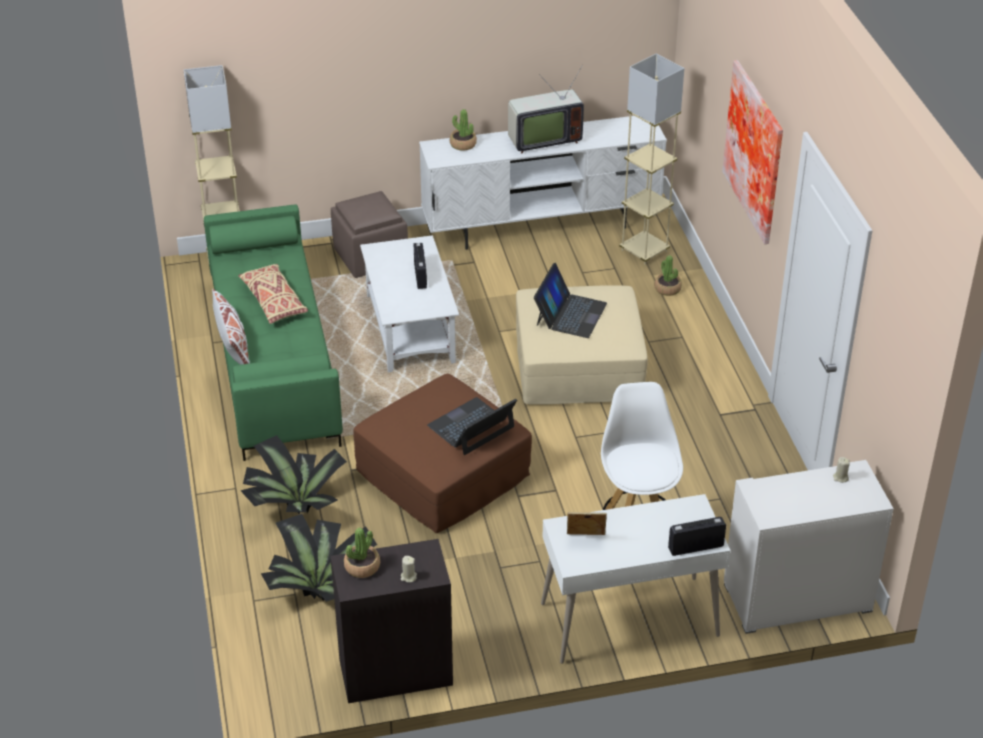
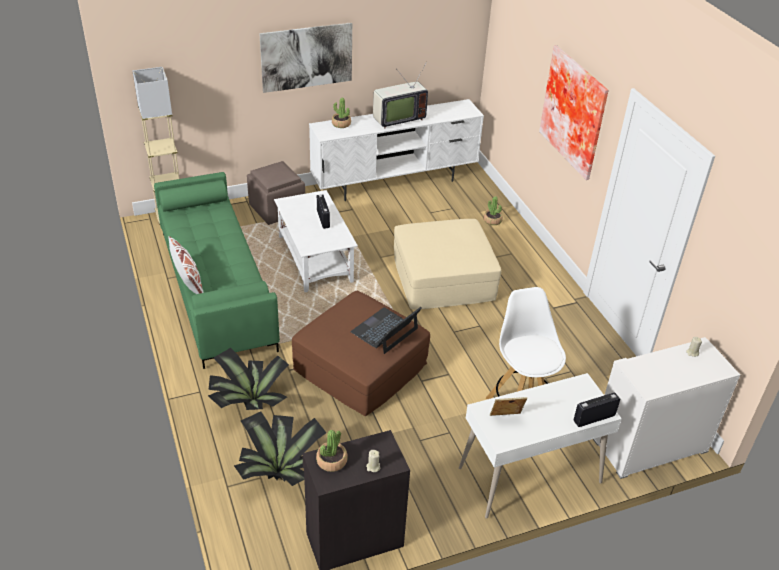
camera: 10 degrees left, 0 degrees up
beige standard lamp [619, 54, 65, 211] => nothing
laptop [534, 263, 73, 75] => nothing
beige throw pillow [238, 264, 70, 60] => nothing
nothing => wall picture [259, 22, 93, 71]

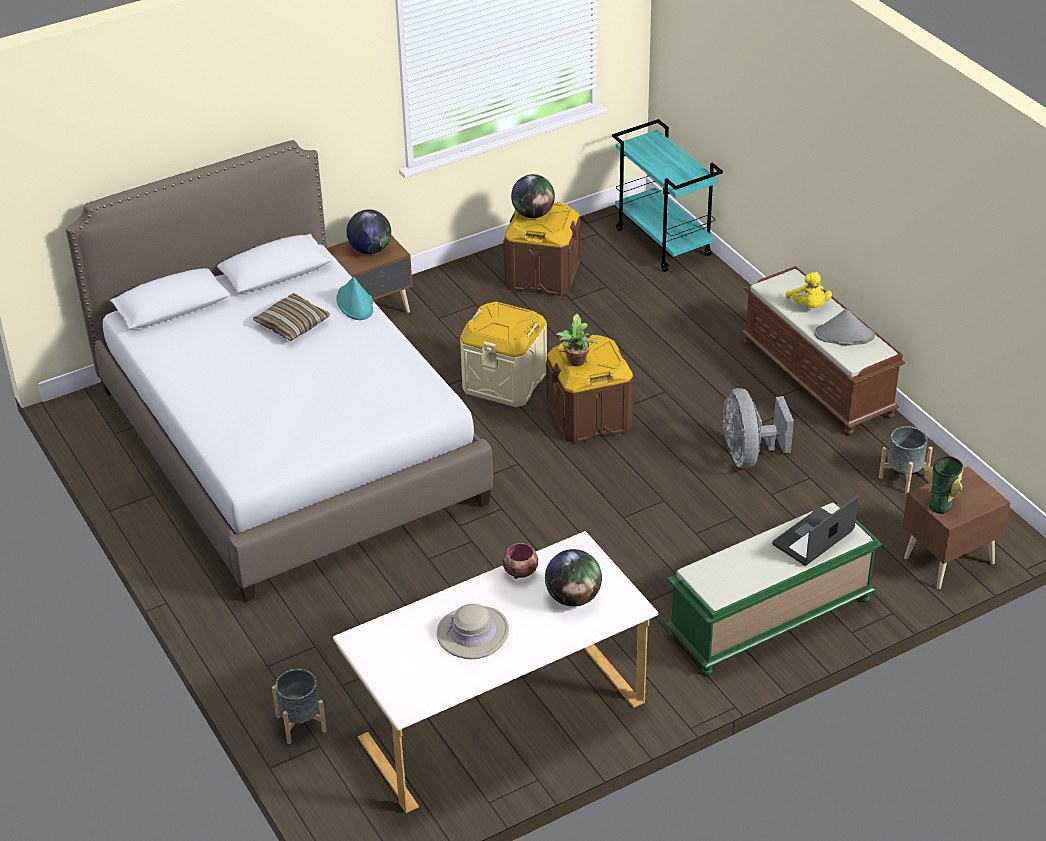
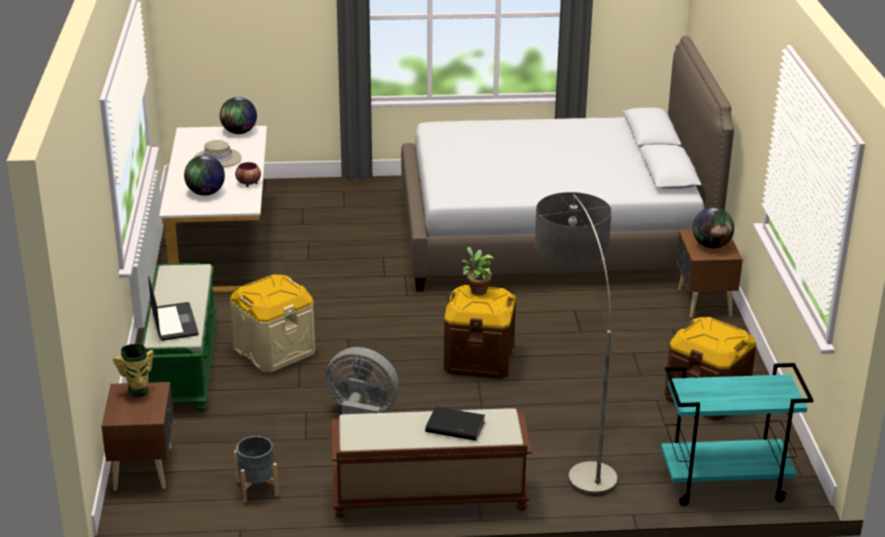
camera: 115 degrees right, 10 degrees down
desk globe [511, 174, 44, 44] => desk globe [220, 97, 37, 37], relocated
yellow-coloured plush toy [786, 272, 46, 36] => black-coloured bound book [425, 406, 60, 35]
blue-green hat [336, 277, 38, 43] => nothing
throw pillow [253, 293, 77, 48] => nothing
beige storage container [460, 302, 87, 105] => beige storage container [230, 274, 85, 98], relocated
greyish hat [814, 309, 61, 37] => nothing
greyish plant pot [272, 669, 55, 75] => nothing
nothing => standard lamp [535, 192, 83, 304]

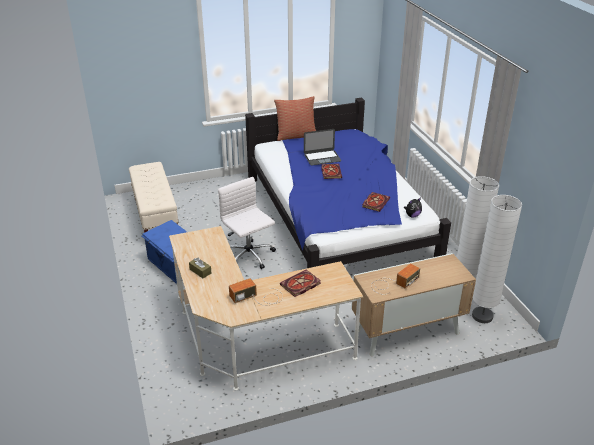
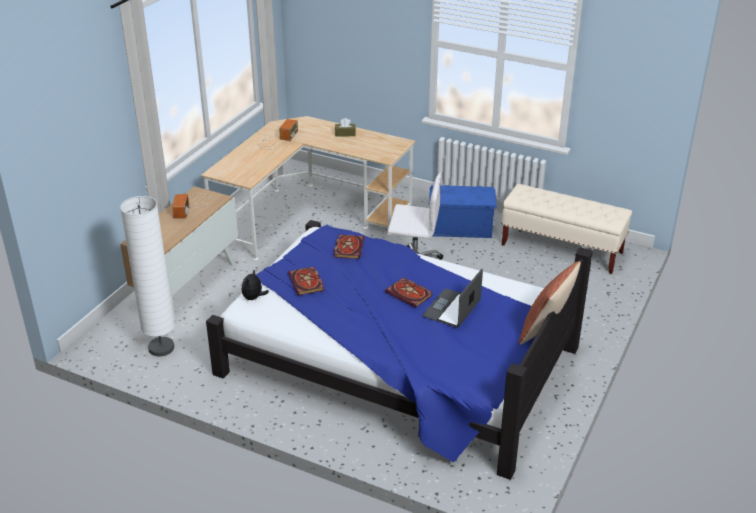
camera: 135 degrees right, 0 degrees up
white standard lamp [472, 195, 50, 128] => nothing
bound book [280, 270, 41, 27] => bound book [334, 234, 30, 25], relocated

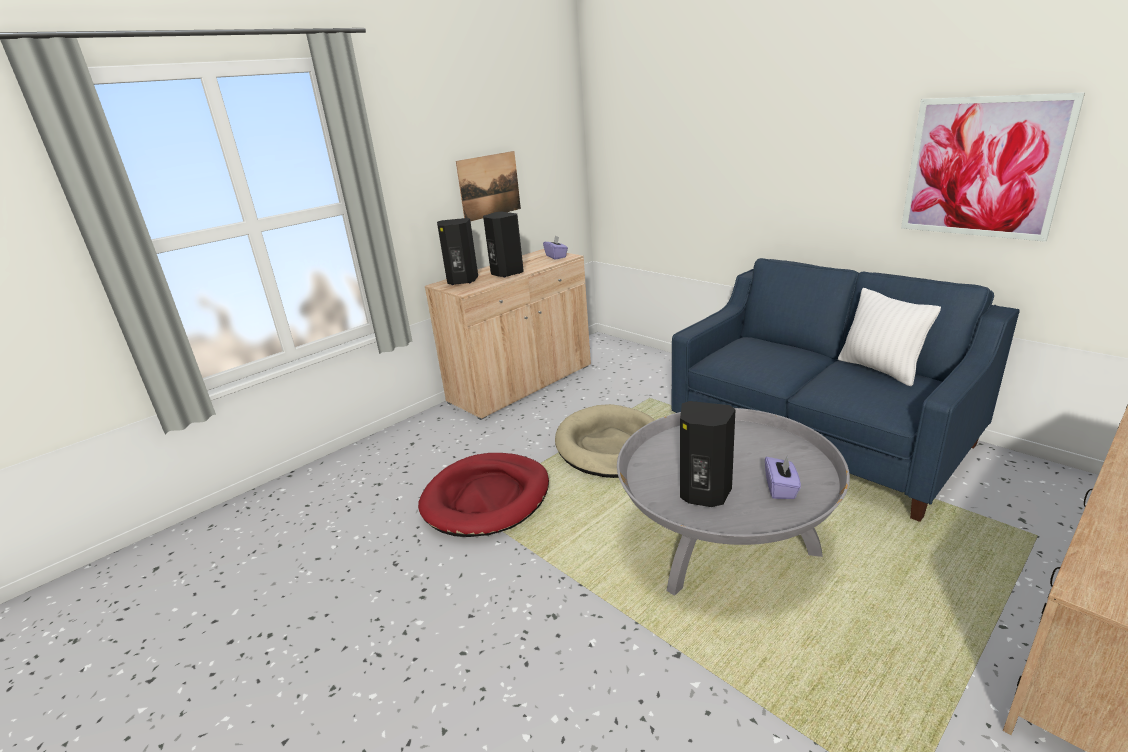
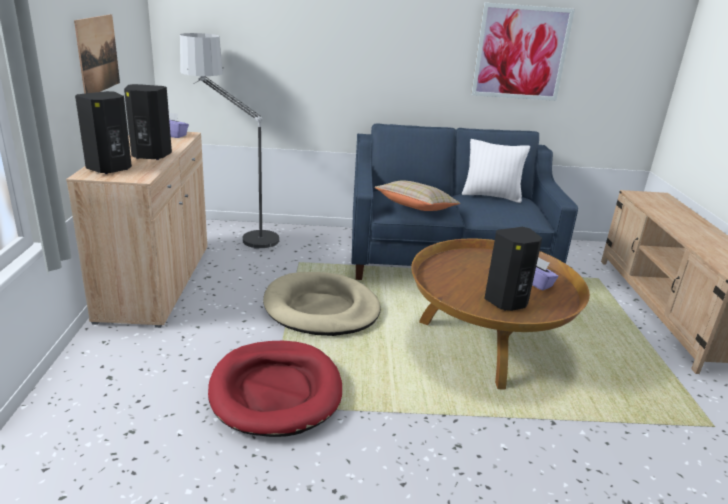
camera: 50 degrees left, 0 degrees up
greyish coffee table [617, 408, 233, 188] => brown-coloured coffee table [411, 239, 179, 151]
nothing => standard lamp [180, 33, 101, 217]
nothing => beige throw pillow [375, 180, 85, 31]

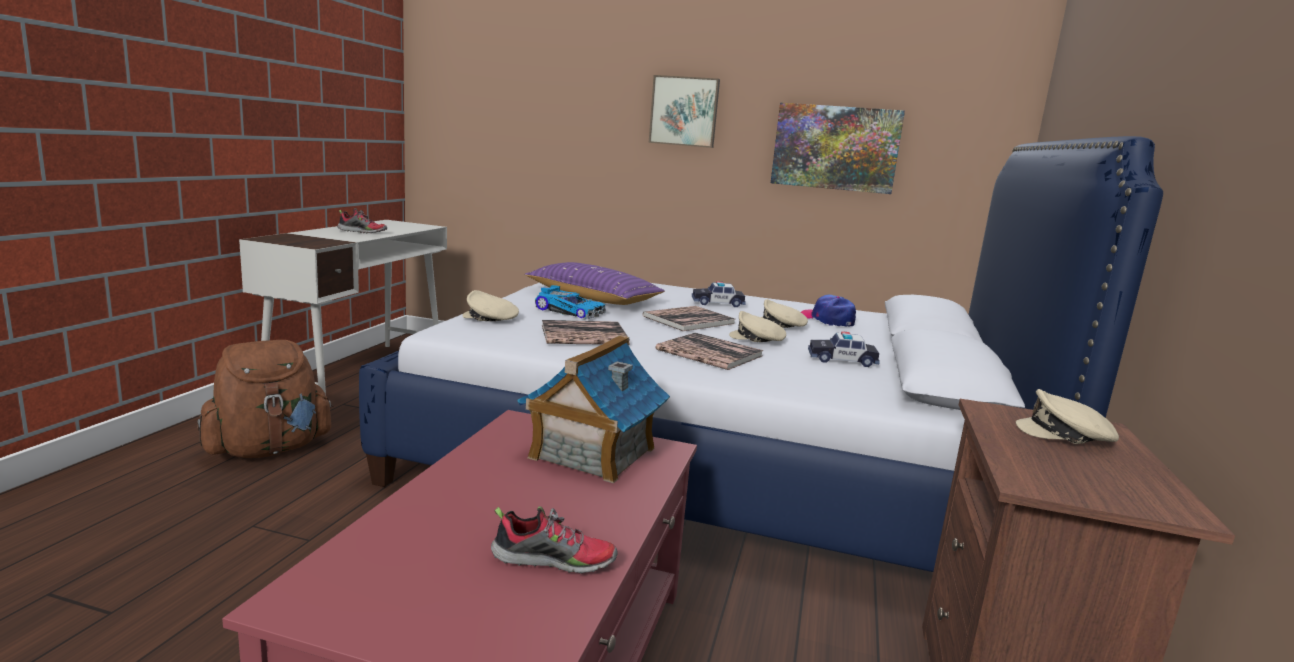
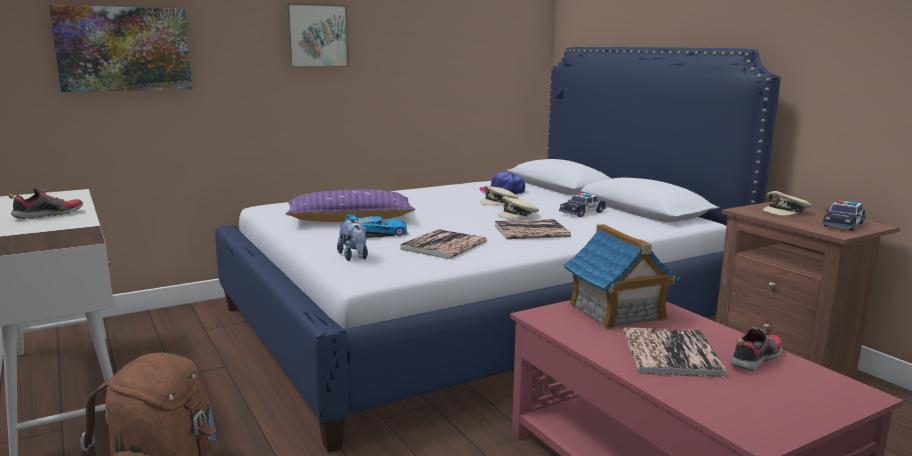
camera: 45 degrees left, 0 degrees up
wall picture [771, 102, 134, 92] => wall picture [49, 5, 143, 87], relocated
model car [692, 281, 54, 26] => model car [822, 200, 44, 31], relocated
beige cap [462, 290, 57, 31] => plush toy [337, 219, 31, 42]
bound book [643, 306, 92, 25] => bound book [623, 327, 104, 50], relocated

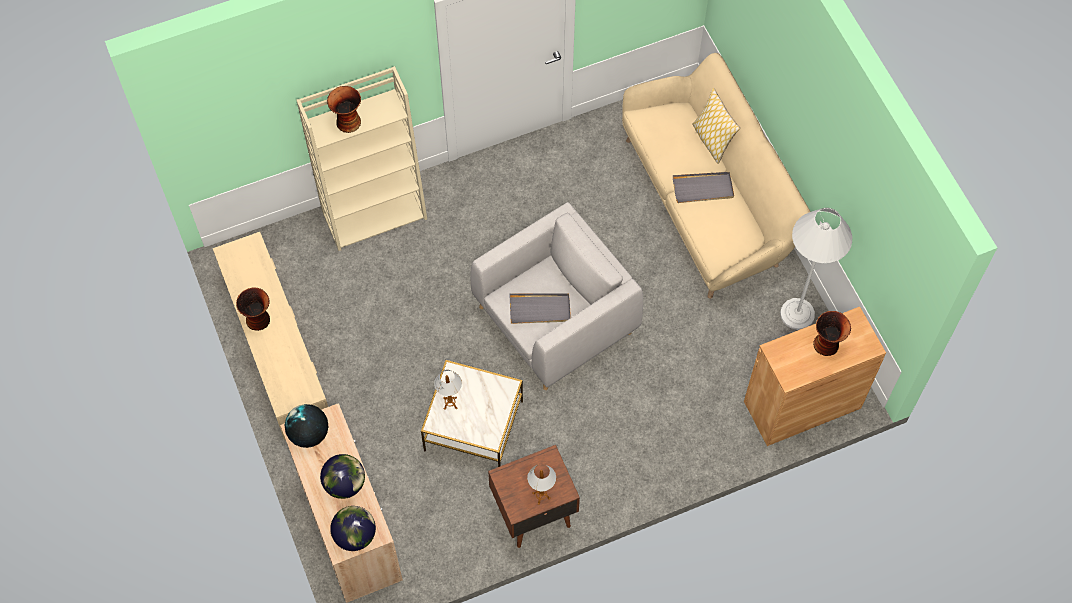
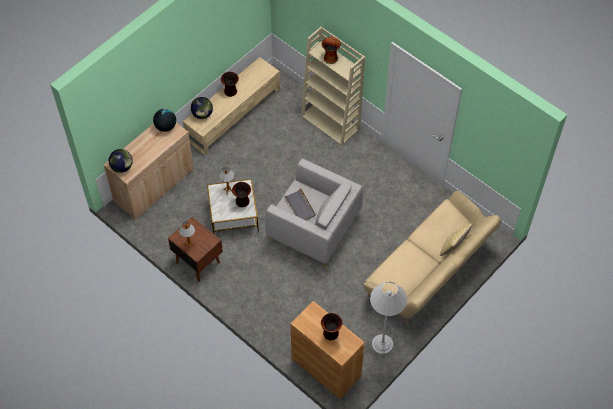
camera: 65 degrees right, 5 degrees down
greyish tray [673, 172, 61, 31] => nothing
desk globe [320, 454, 45, 45] => desk globe [191, 97, 22, 22], relocated
nothing => vase [232, 182, 19, 25]

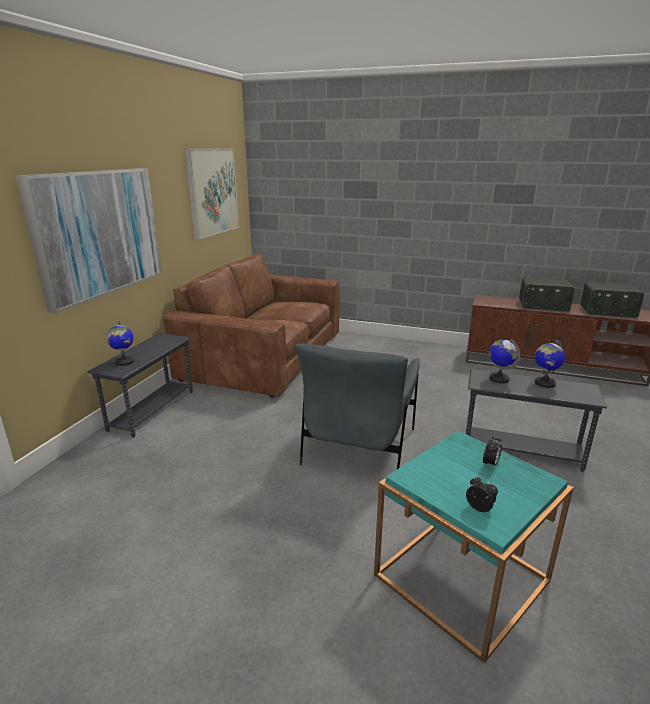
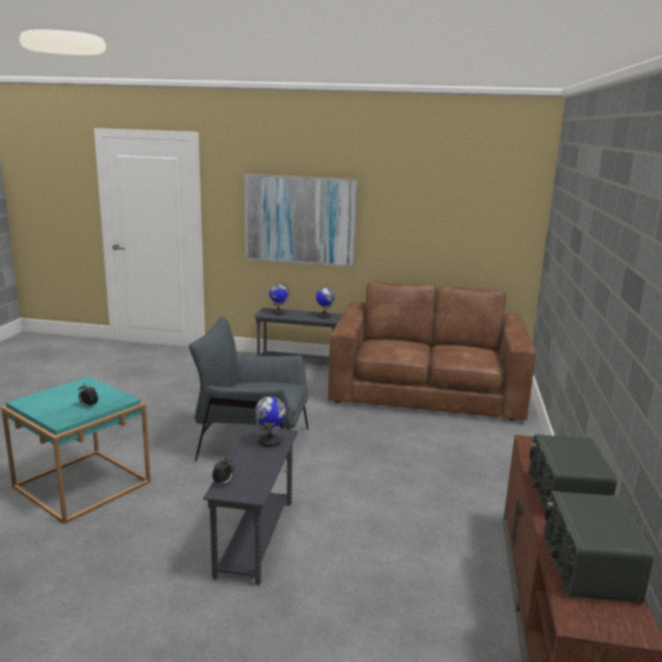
camera: 80 degrees right, 5 degrees down
wall picture [185, 149, 54, 91] => nothing
desk globe [535, 340, 30, 48] => desk globe [316, 287, 18, 31], relocated
alarm clock [466, 476, 32, 36] => alarm clock [212, 456, 22, 31], relocated

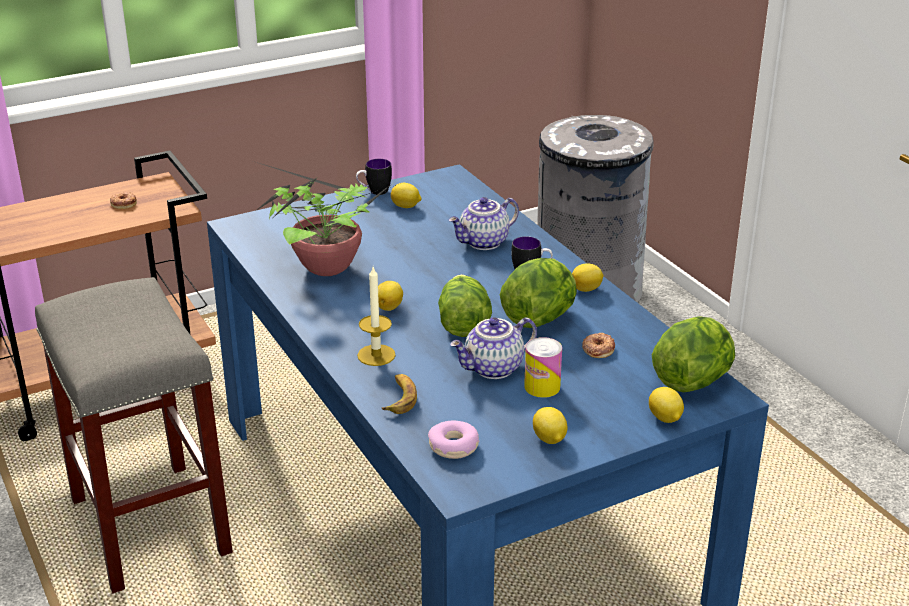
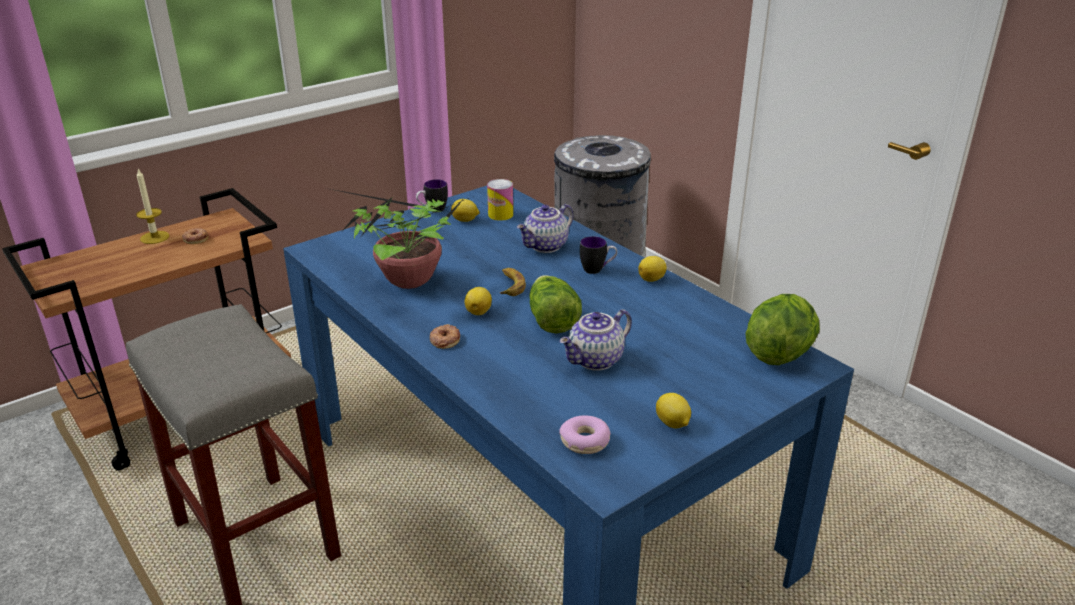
camera: 10 degrees left, 0 degrees up
lettuce head [500, 258, 77, 70] => nothing
wax light [357, 267, 39, 99] => wax light [136, 169, 33, 75], relocated
donut [582, 333, 33, 25] => donut [430, 324, 30, 25], relocated
sealed can [524, 337, 38, 61] => sealed can [487, 179, 26, 42], relocated
whole banana [382, 374, 35, 40] => whole banana [500, 268, 26, 28], relocated
whole lemon [649, 387, 35, 36] => nothing

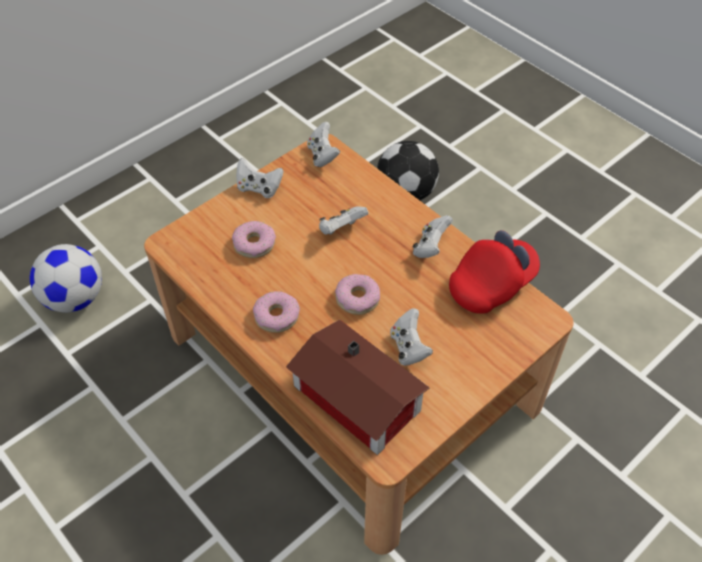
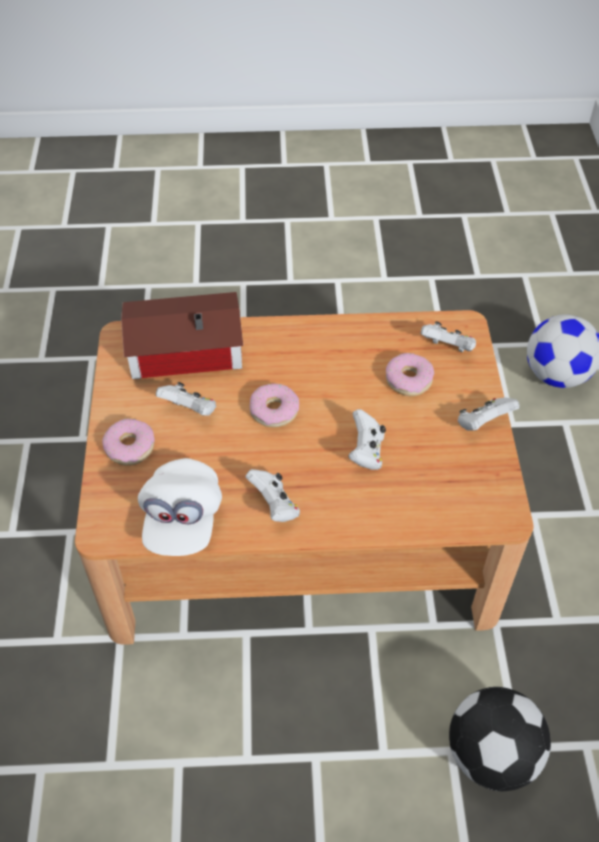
camera: 130 degrees right, 0 degrees up
white joypad [307, 122, 33, 45] => white joypad [420, 322, 56, 30], relocated
red-coloured cap [449, 230, 91, 84] => white cap [138, 458, 84, 98]
donut [253, 291, 47, 42] => donut [102, 418, 53, 48], relocated

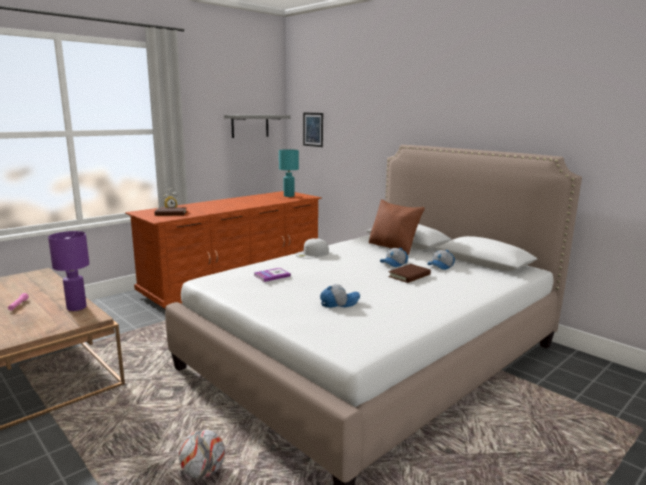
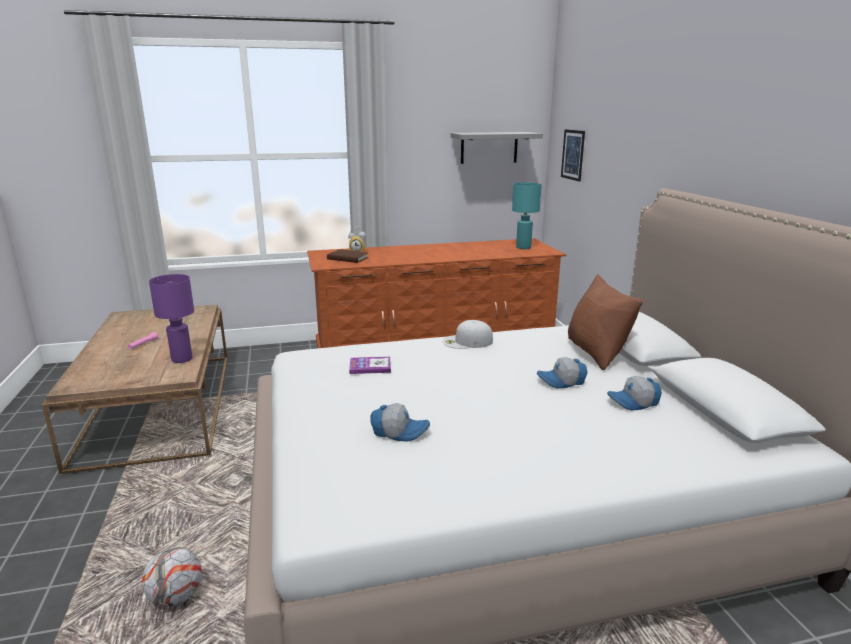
camera: 30 degrees right, 5 degrees up
brown-coloured bound book [388, 264, 43, 19] => nothing

